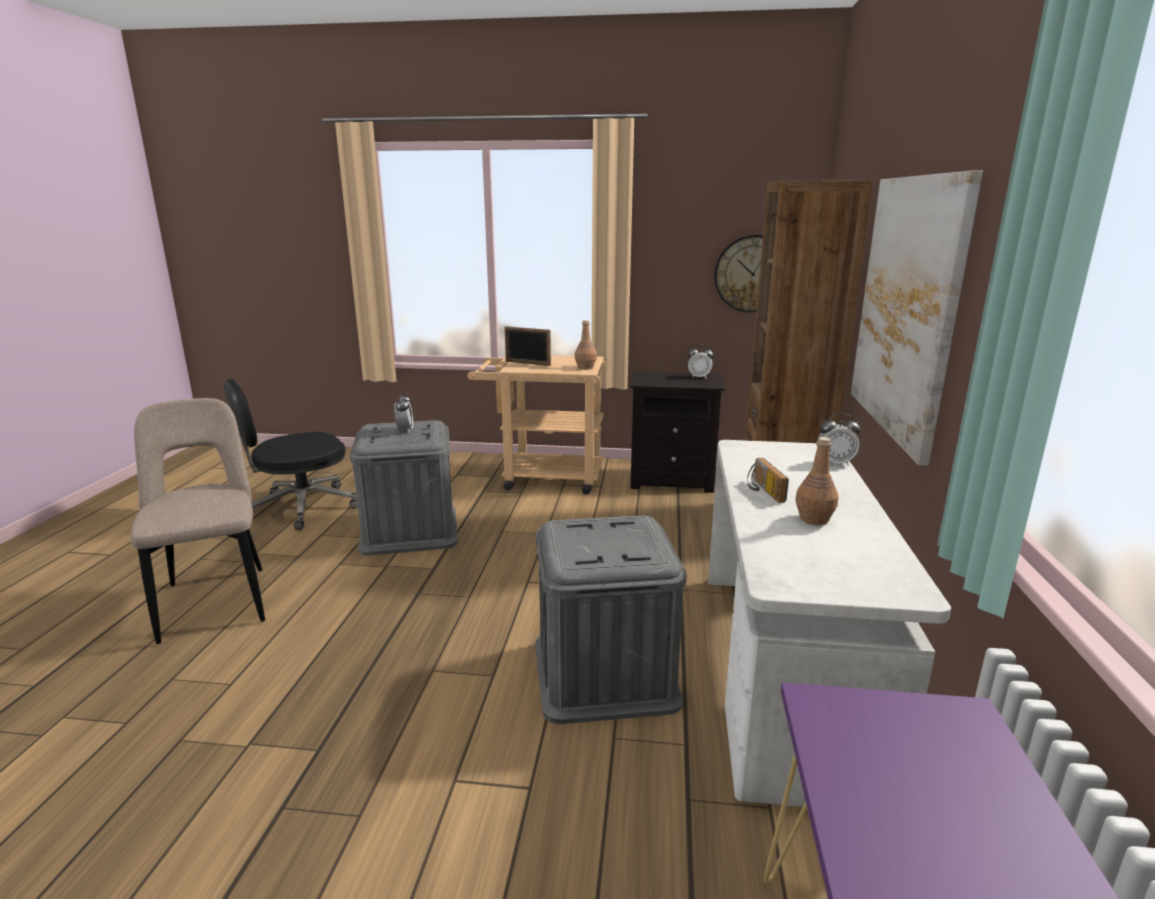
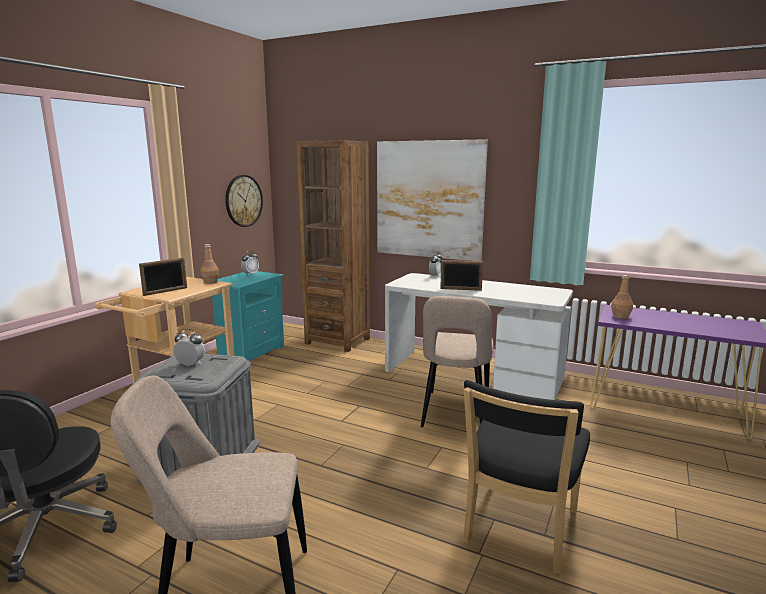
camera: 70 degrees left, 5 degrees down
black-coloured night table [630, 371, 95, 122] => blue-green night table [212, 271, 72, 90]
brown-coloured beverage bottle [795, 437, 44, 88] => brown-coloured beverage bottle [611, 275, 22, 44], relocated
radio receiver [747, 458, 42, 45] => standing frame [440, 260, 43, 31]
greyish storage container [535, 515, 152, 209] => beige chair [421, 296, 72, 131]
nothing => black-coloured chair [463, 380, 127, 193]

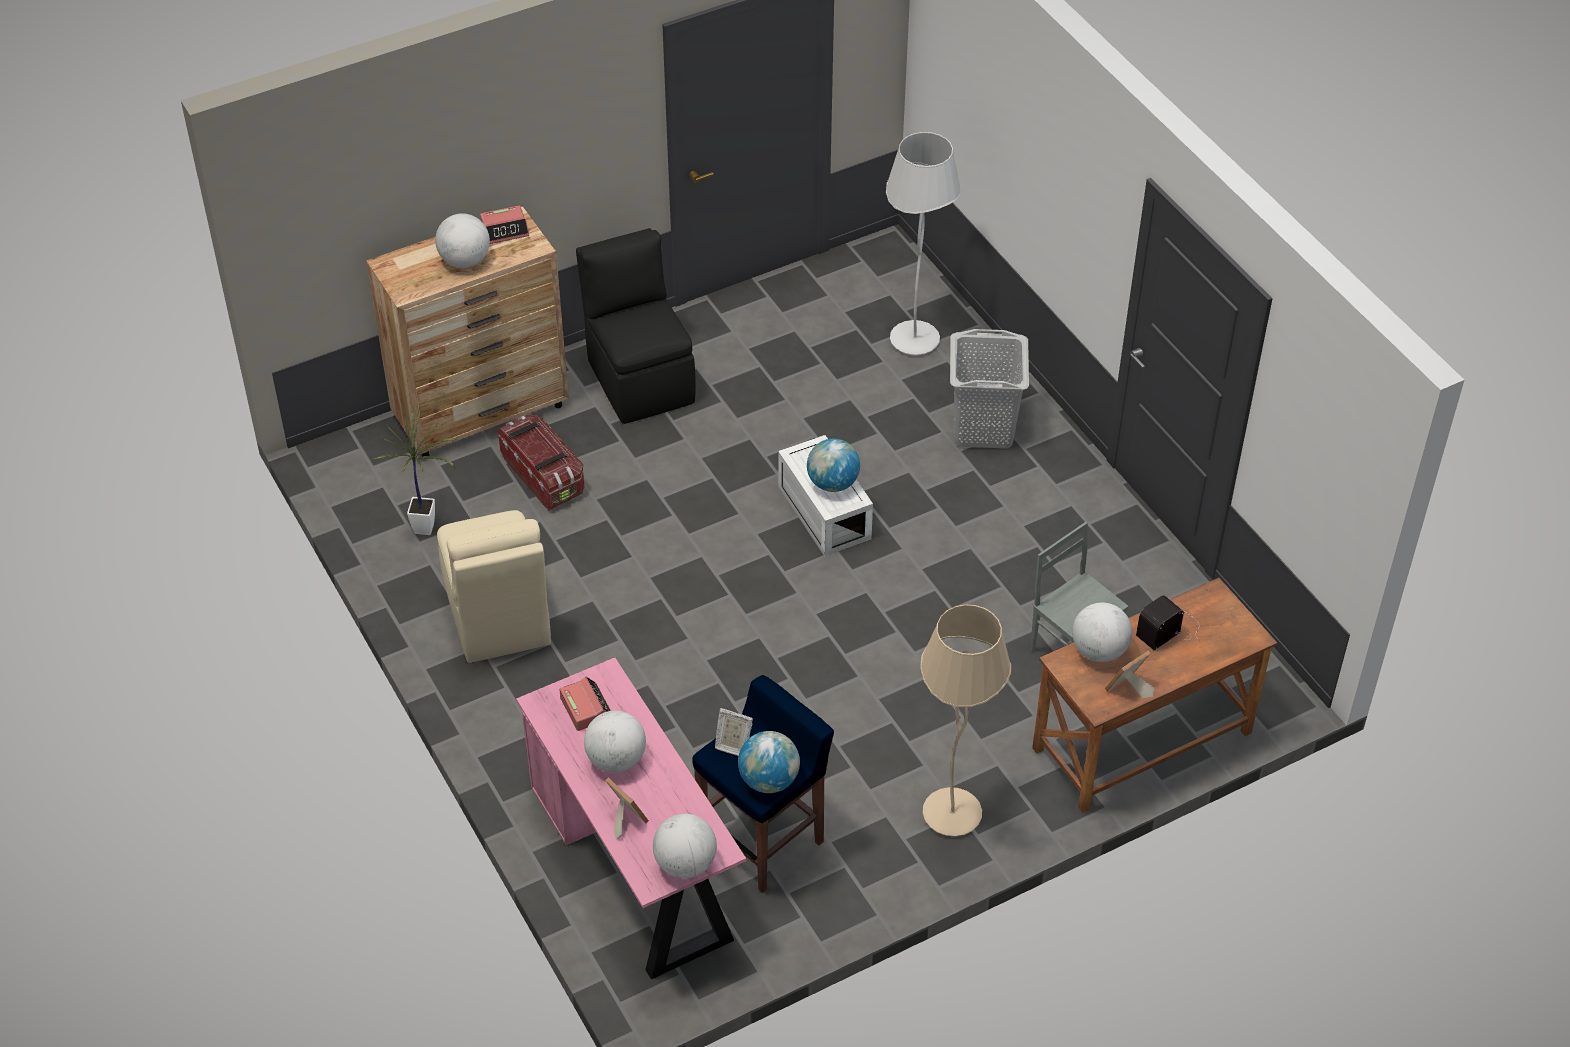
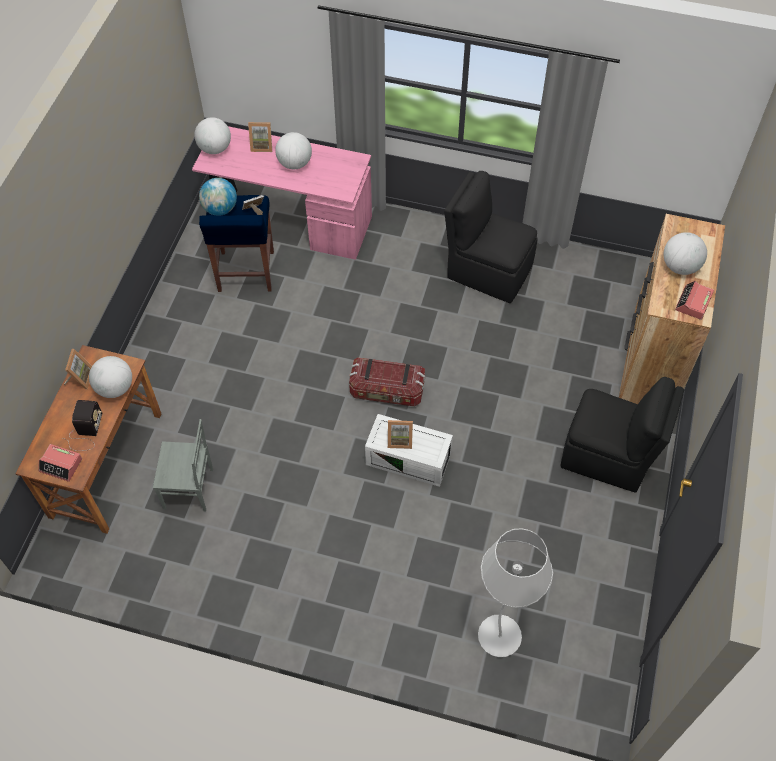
camera: 135 degrees right, 10 degrees up
greyish washing basket [950, 329, 79, 120] => nothing
houseplant [373, 410, 85, 125] => nothing
storage container [498, 415, 86, 96] => storage container [349, 357, 76, 50], relocated
desk globe [807, 439, 53, 53] => standing frame [388, 420, 25, 29]
beige chair [437, 510, 114, 153] => black-coloured chair [444, 171, 94, 132]
beige standard lamp [920, 604, 91, 232] => nothing
alarm clock [559, 677, 52, 54] => alarm clock [38, 444, 44, 38], relocated

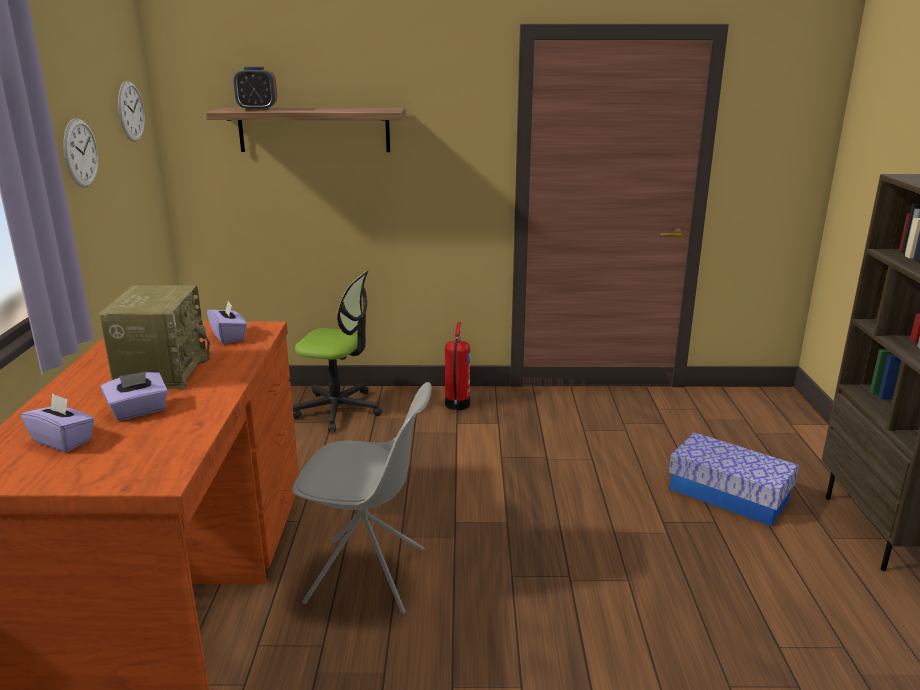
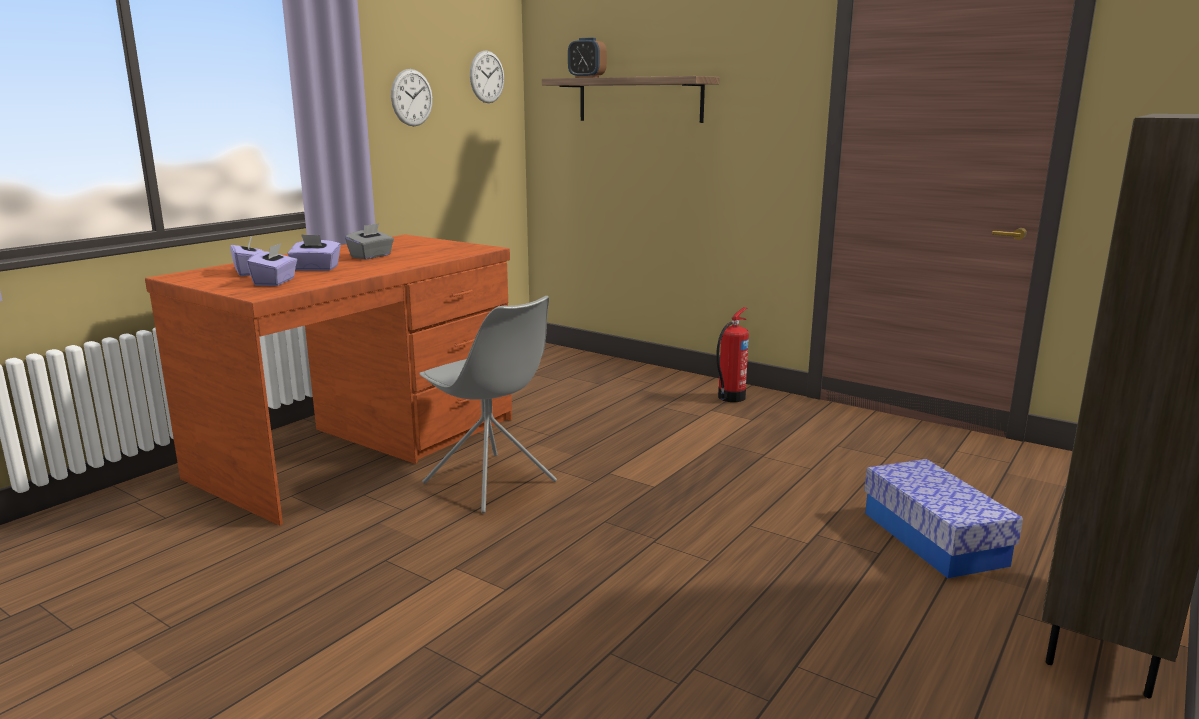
camera: 35 degrees right, 5 degrees down
computer chair [293, 270, 90, 162] => nothing
radio receiver [99, 285, 111, 104] => greyish tissue box [345, 223, 49, 36]
purplish tissue box [207, 301, 40, 43] => purplish tissue box [247, 243, 50, 43], relocated

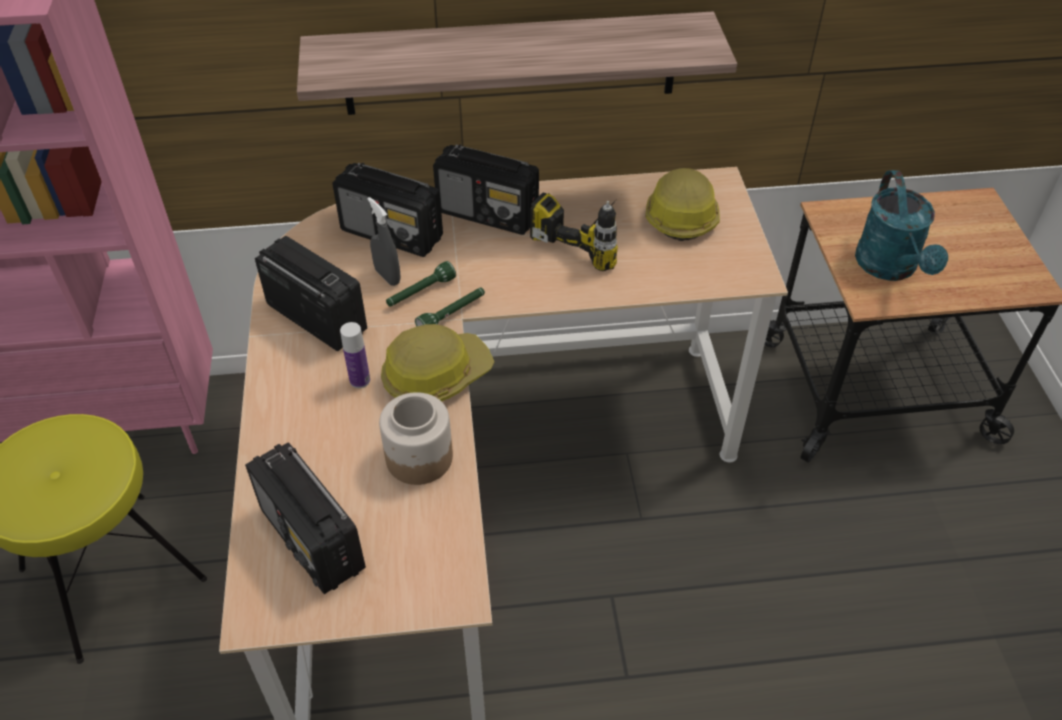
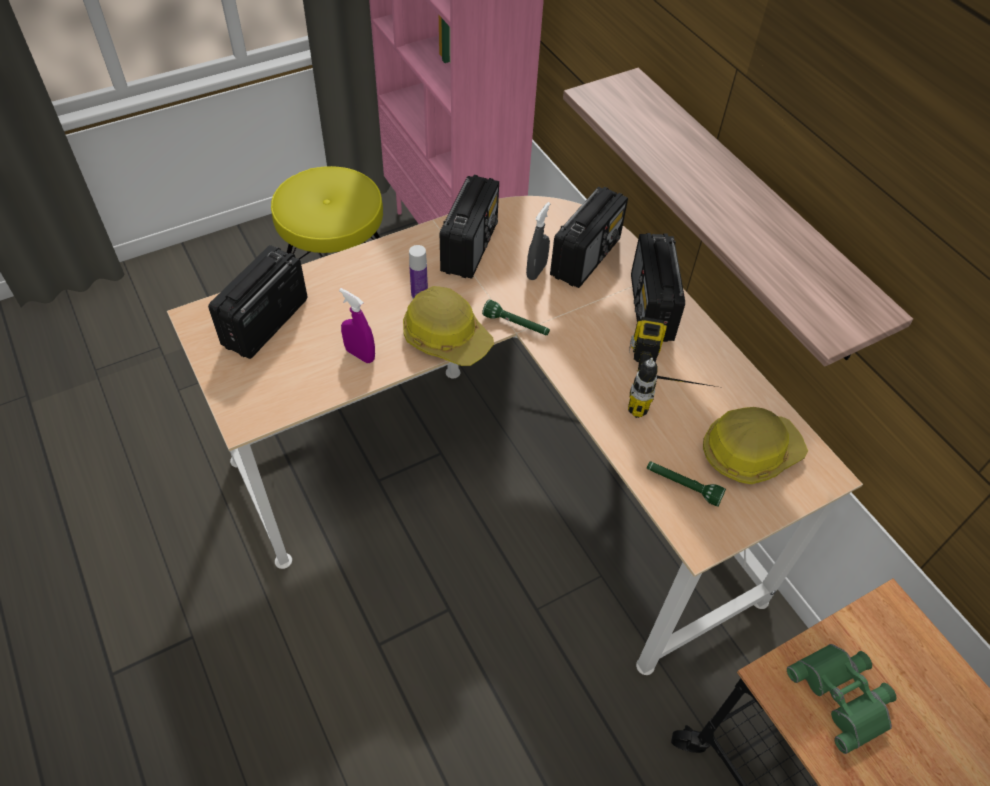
camera: 65 degrees right, 5 degrees up
radio receiver [333, 162, 110, 95] => radio receiver [550, 187, 78, 101], 150 degrees counterclockwise
blue-green watering can [855, 170, 93, 111] => greenish pair of binoculars [787, 644, 110, 110]
greenish hand torch [386, 261, 70, 45] => greenish hand torch [647, 462, 79, 45], relocated
storage jar [379, 392, 74, 93] => purplish spray bottle [339, 288, 36, 75]

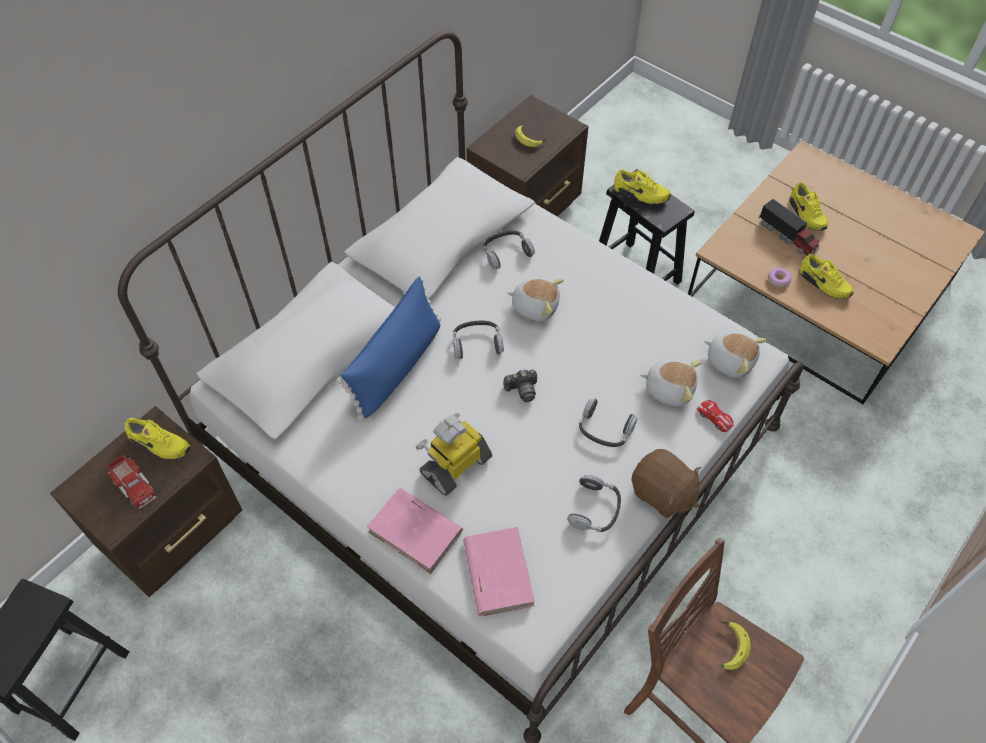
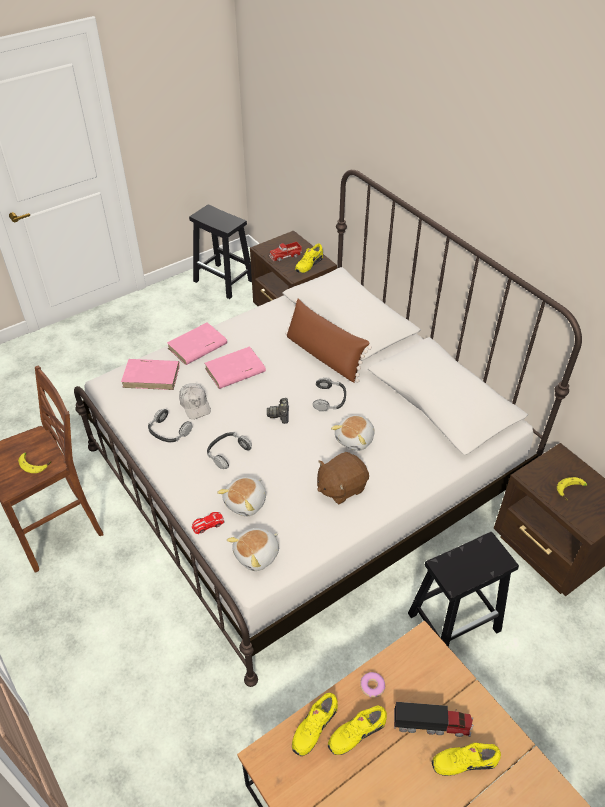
camera: 105 degrees right, 10 degrees down
yellow-coloured item of footwear [614, 170, 57, 34] => yellow-coloured item of footwear [292, 693, 46, 63], relocated
toy truck [759, 199, 61, 57] => toy truck [394, 702, 80, 35], 150 degrees counterclockwise
headphones [483, 230, 52, 39] => nothing
bluish throw pillow [337, 276, 104, 145] => brown-coloured throw pillow [285, 299, 87, 84]
robot figure [416, 413, 76, 83] => pinkish bound book [205, 346, 61, 43]
brown-coloured plush toy [631, 449, 70, 70] => brown-coloured plush toy [317, 452, 52, 52], relocated
nothing => white cap [179, 383, 32, 36]

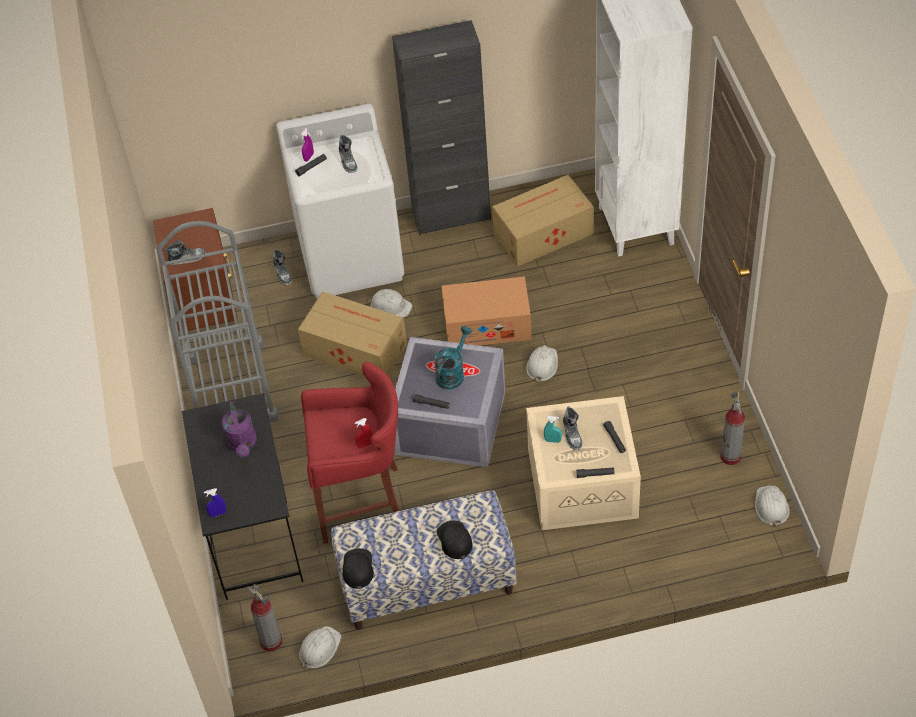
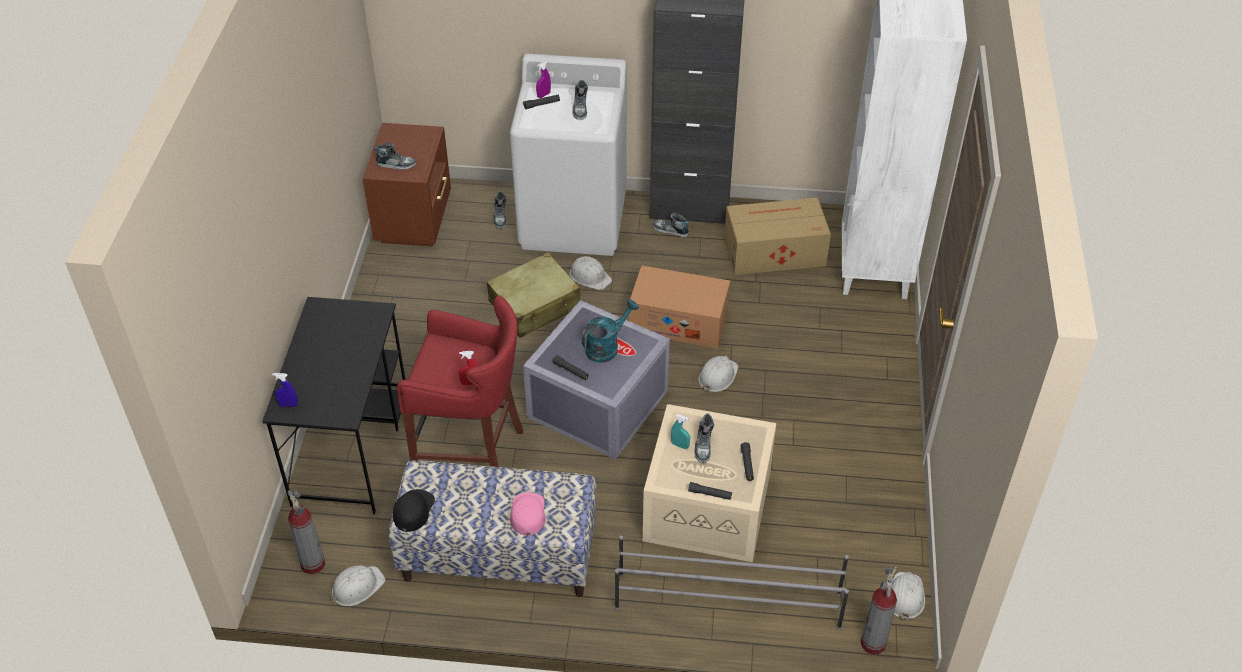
camera: 15 degrees right, 5 degrees down
greyish wheeled cart [157, 221, 122, 201] => nothing
packing box [298, 291, 109, 85] => beige suitcase [487, 252, 93, 86]
fire extinguisher [720, 390, 25, 75] => fire extinguisher [861, 567, 36, 88], relocated
purplish watering can [222, 401, 35, 56] => nothing
black-coloured cap [437, 521, 35, 38] => pinkish cap [510, 492, 35, 44]
nothing => item of footwear [653, 213, 36, 24]
nothing => greyish shoe shelf [615, 535, 234, 95]

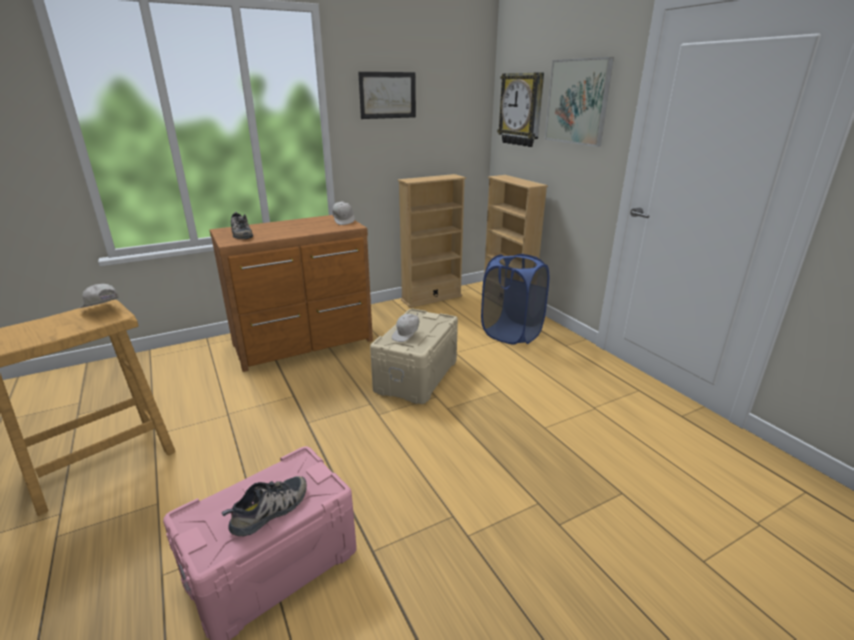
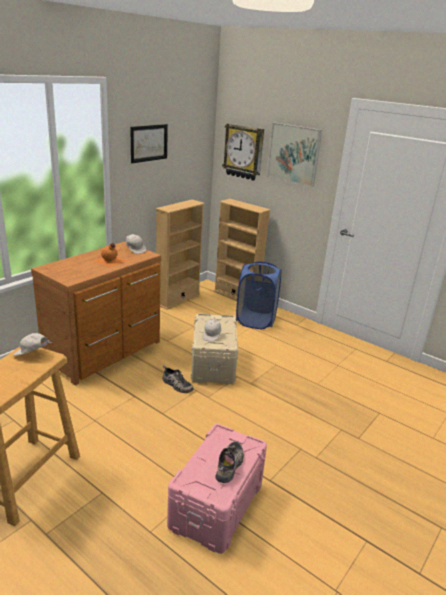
camera: 25 degrees left, 0 degrees up
item of footwear [231, 212, 22, 27] => item of footwear [162, 366, 31, 27], relocated
nothing => orange-coloured beverage bottle [93, 243, 34, 24]

